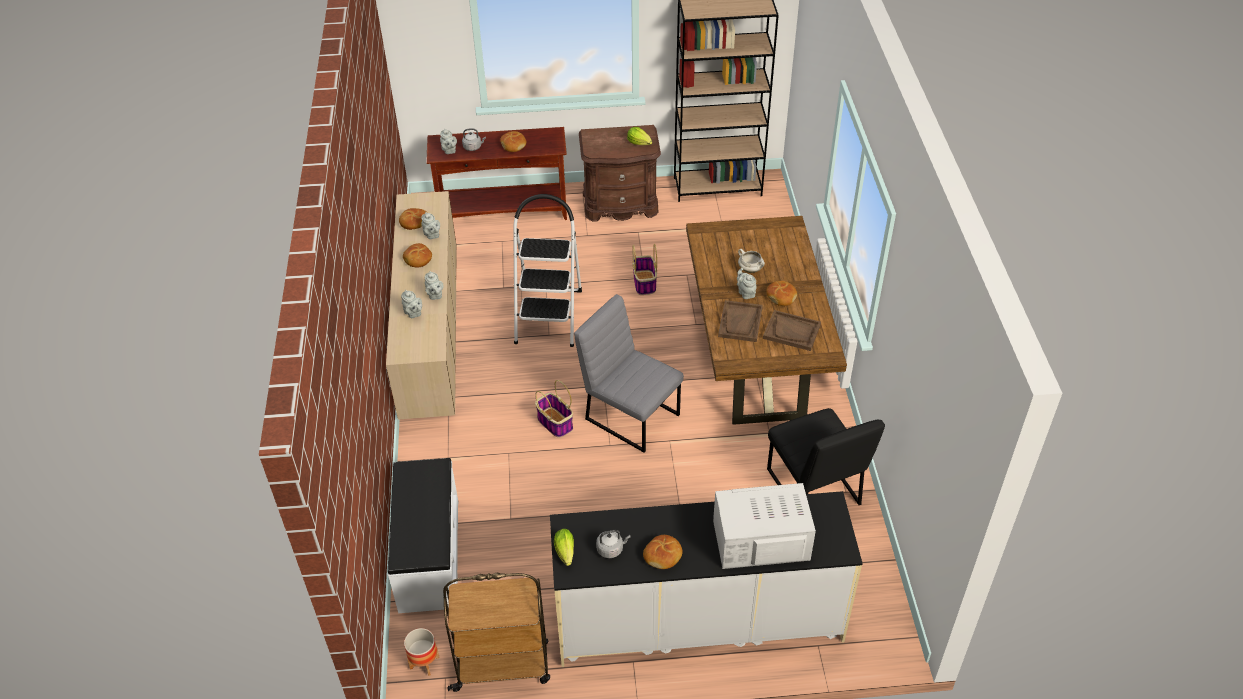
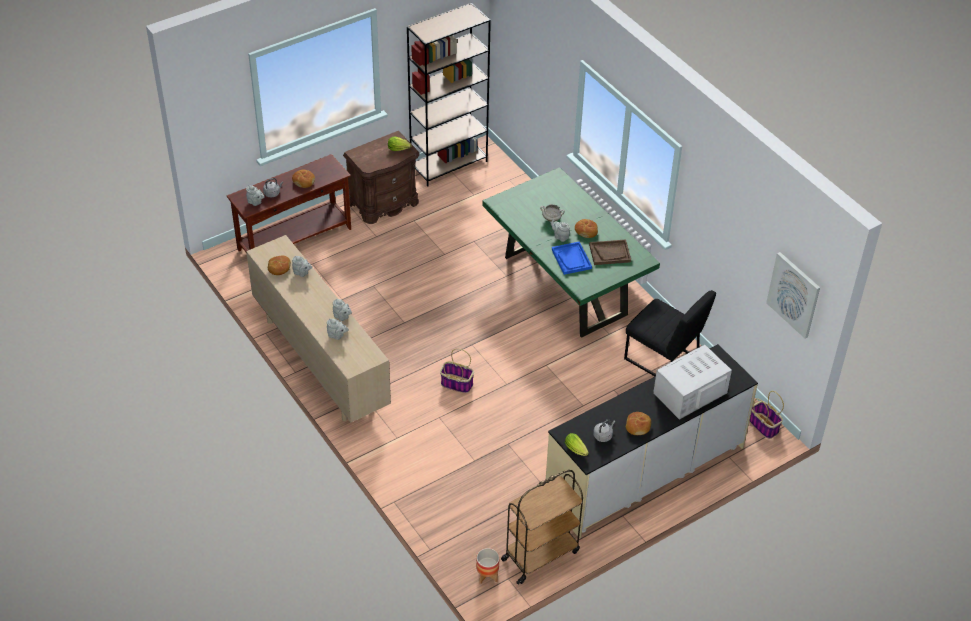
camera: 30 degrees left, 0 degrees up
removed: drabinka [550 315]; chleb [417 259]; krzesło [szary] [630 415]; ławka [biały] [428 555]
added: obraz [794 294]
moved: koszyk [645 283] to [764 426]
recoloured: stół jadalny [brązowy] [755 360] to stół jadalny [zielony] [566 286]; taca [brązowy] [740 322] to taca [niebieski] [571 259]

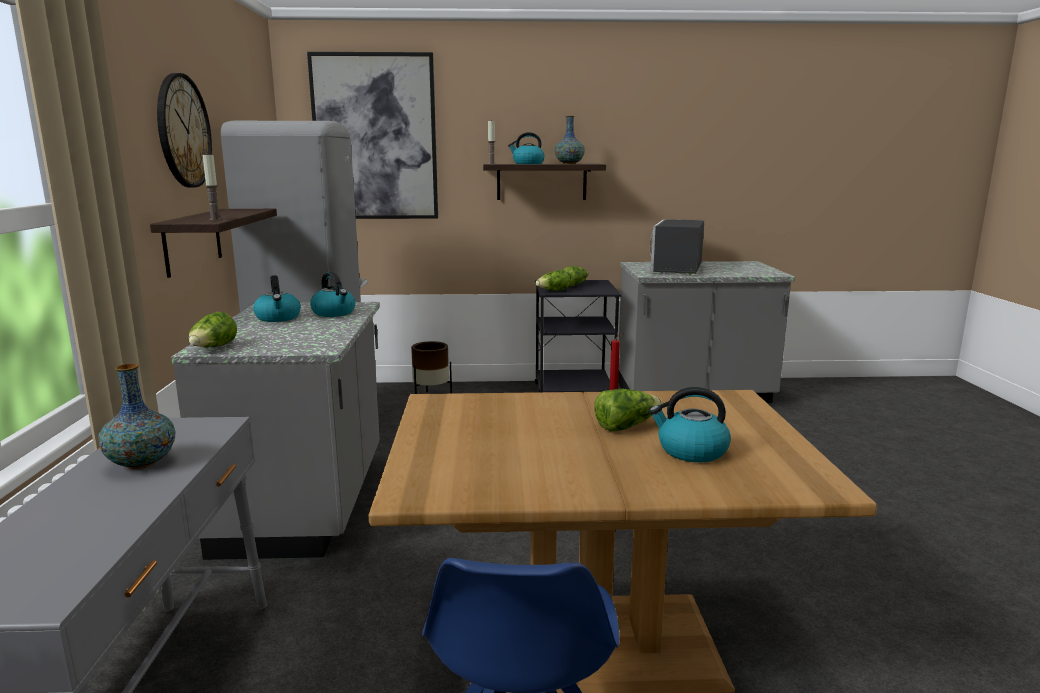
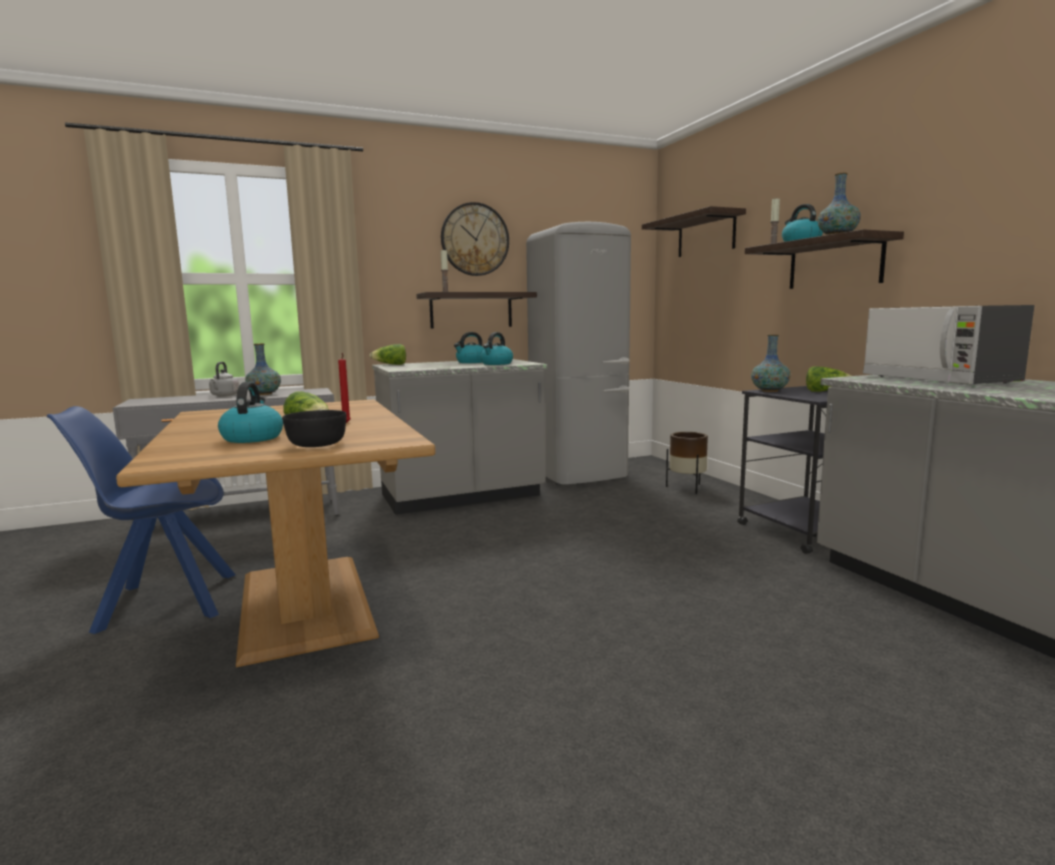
camera: 70 degrees right, 5 degrees down
added: czajnik [szary] [224 395]; miska [czarny] [317 443]
replaced: obraz [375 138] to półka [706 235]; sałata [553 291] to wazon [769 391]
turned: mikrofalówka [677 268] = [938 380] 105 degrees counterclockwise

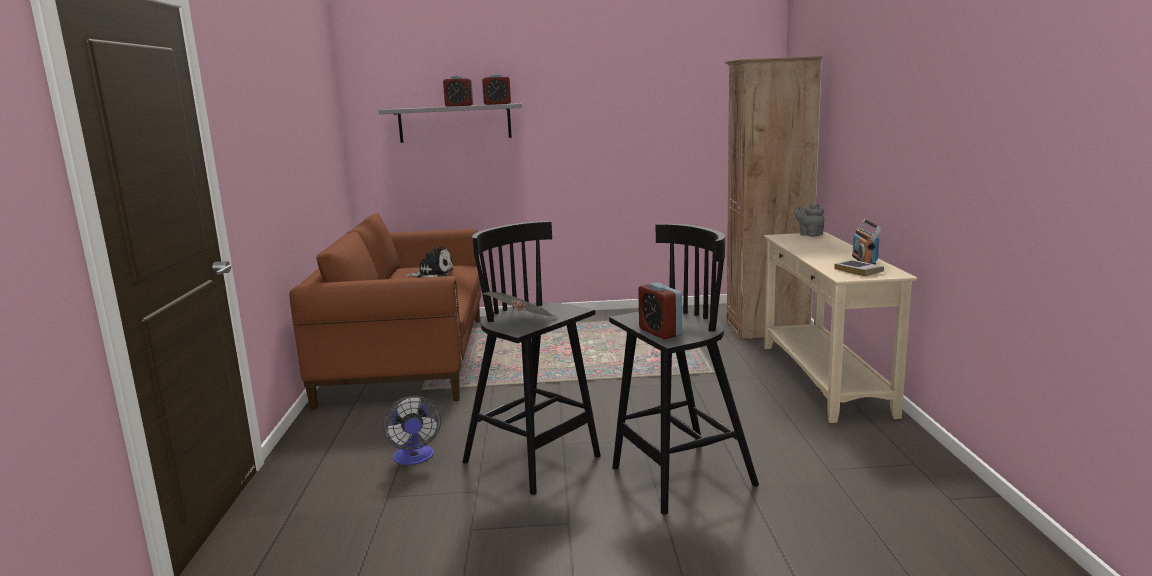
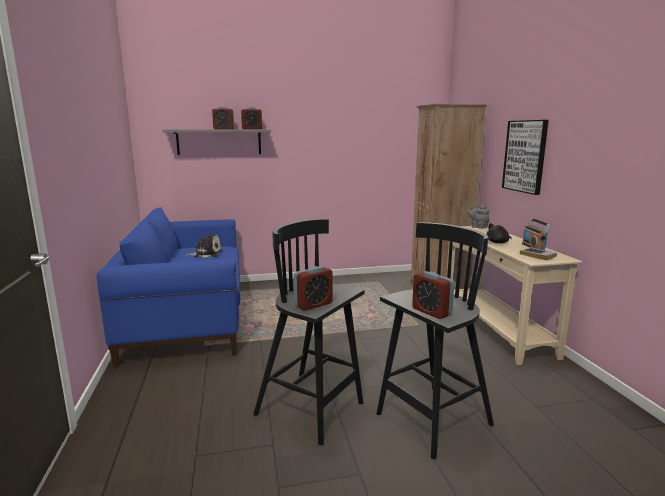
camera: 10 degrees left, 0 degrees up
removed: wentylator [414 458]
added: obraz [525 156]; pluszak [czarny] [498 242]
replaced: gazeta [523 324] to budzik [313 304]
recoloured: kanapa [brązowy] [408 358] to kanapa [niebieski] [188 318]

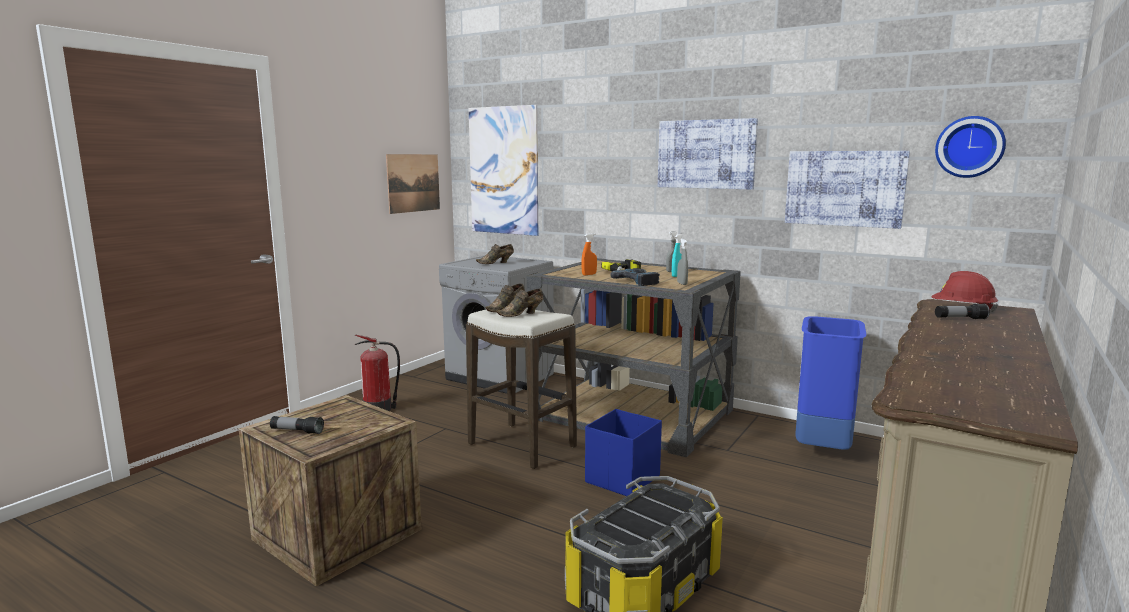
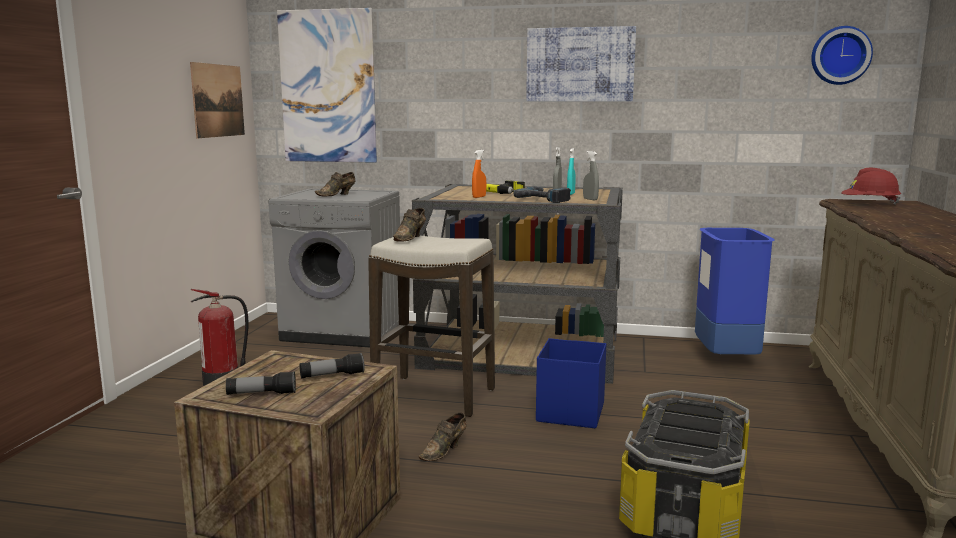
camera: 20 degrees left, 0 degrees up
removed: obraz [844 188]
moved: but [brązowy] [522 314] to [445 451]; latarka [960 319] to [332 376]

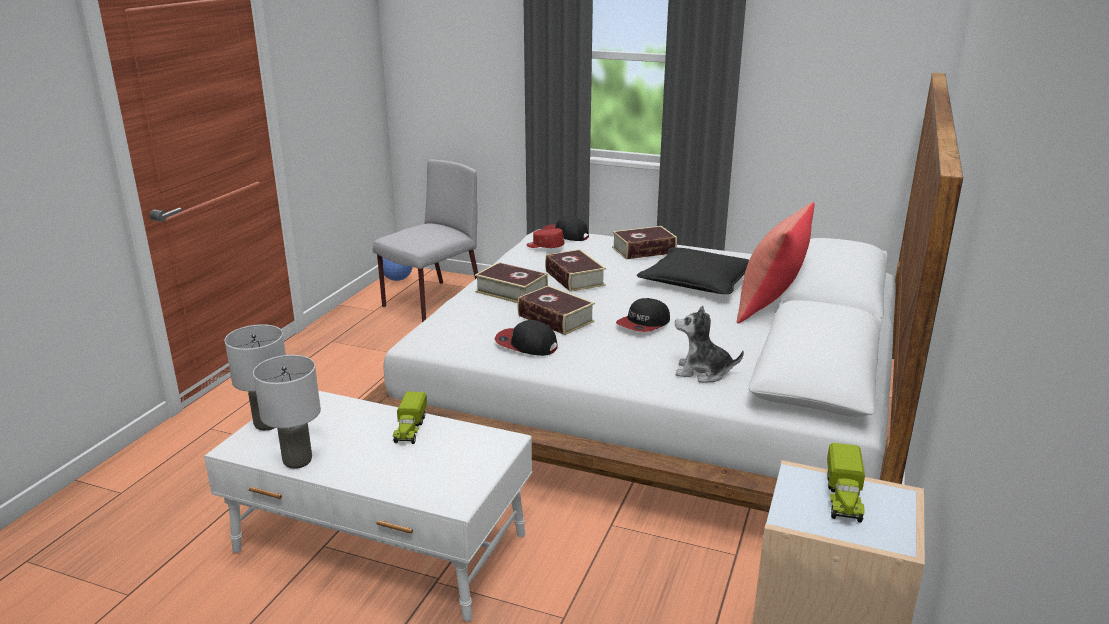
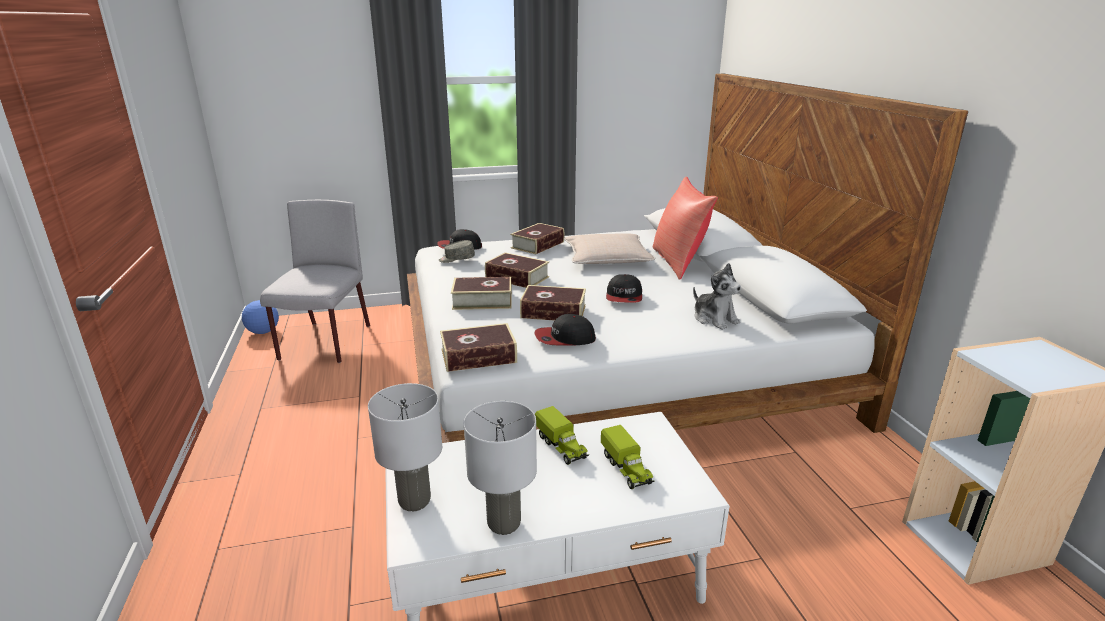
camera: 35 degrees left, 0 degrees up
added: książka [478 356]
moved: ciężarówka zabawkowa [843 498] to [626 469]
recoloured: czapka z daszkiem [czerwony] [545 246] to czapka z daszkiem [szary] [456 259]; poduszka [czarny] [697 280] to poduszka [beżowy] [607 257]
turned: pluszak [702 372] = [714 319] 105 degrees counterclockwise

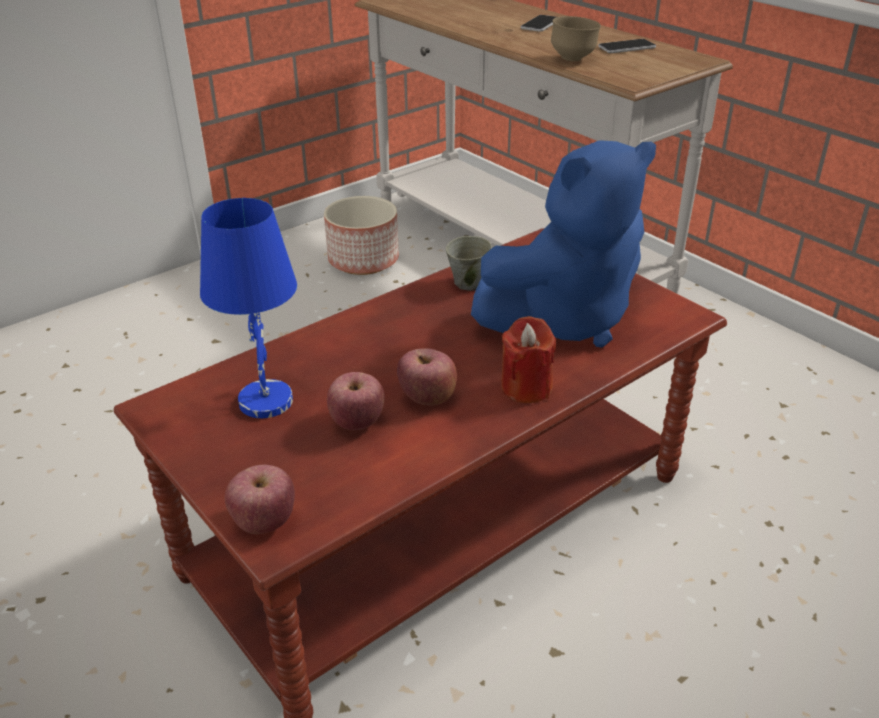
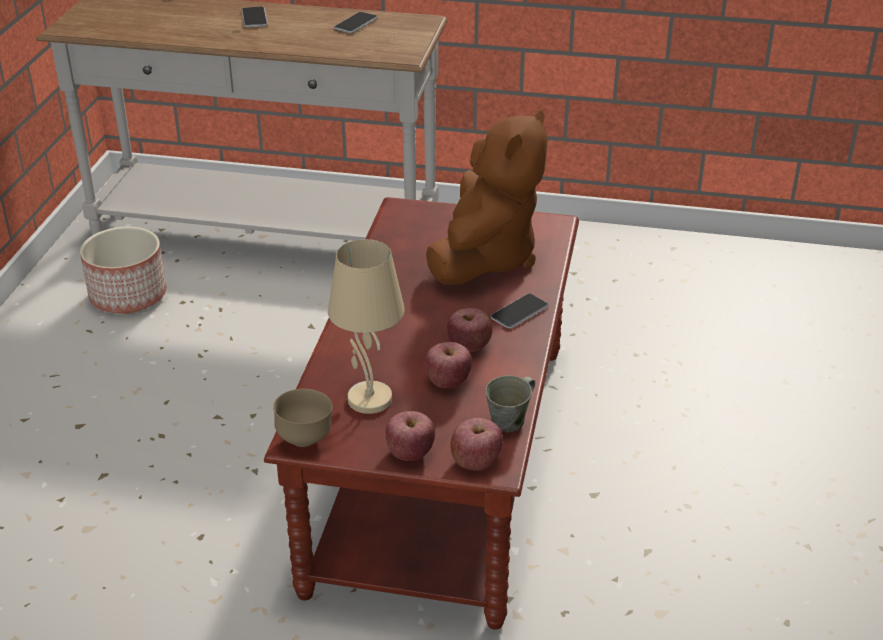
camera: 40 degrees left, 0 degrees up
added: jabłko [410 453]
moved: miska [brązowy] [573 59] to [305 439]; kubek [szary] [472 283] to [509 421]
replaced: świeca [czerwony] [526 388] to telefon [519 312]
recoloured: pluszak [niebieski] [564 319] to pluszak [brązowy] [485 258]; lampa stołowa [niebieski] [265 400] to lampa stołowa [beżowy] [368 399]

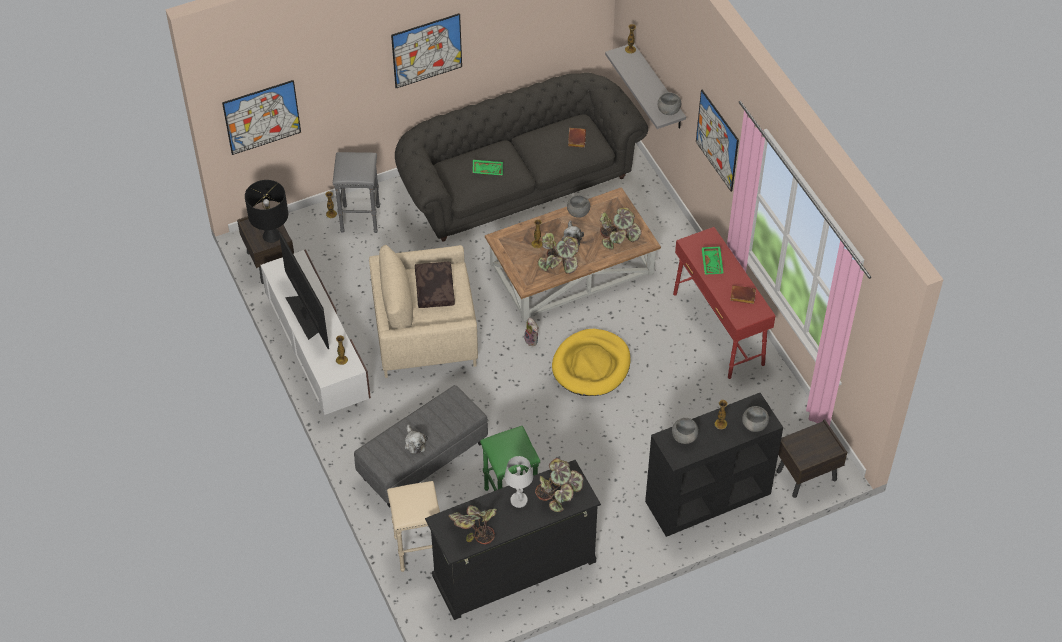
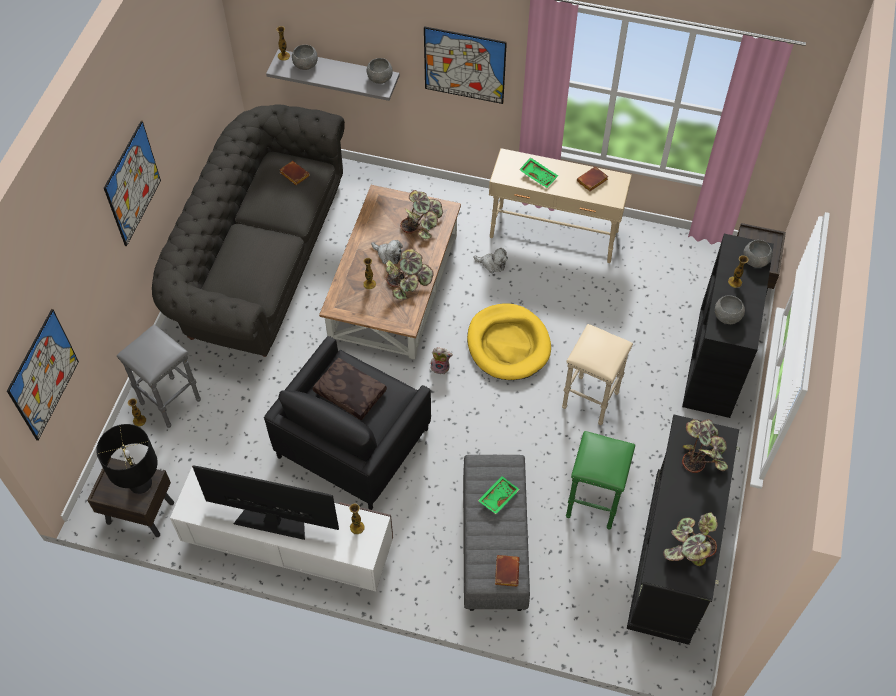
camera: 50 degrees left, 5 degrees up
removed: lampa stołowa [biały] [518 500]
added: książka [brązowy] [506 571]
moved: taca [zielony] [487 170] to [498 497]; miska [szary] [578 212] to [306 64]; pluszak [414 443] to [492 264]; stołek [beżowy] [417 551] to [591 401]
recoloured: stolik konsolowy [czerwony] [717 329] to stolik konsolowy [beżowy] [553 235]; fotel [beżowy] [425 333] to fotel [czarny] [352 442]

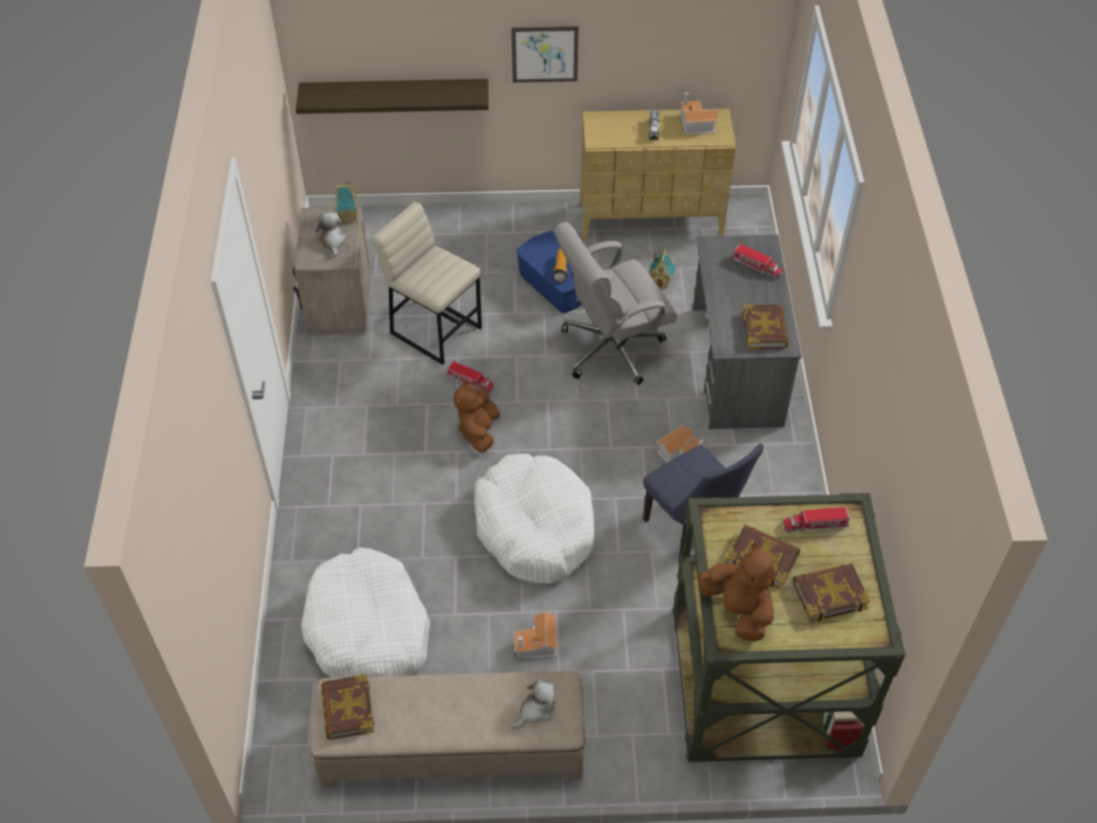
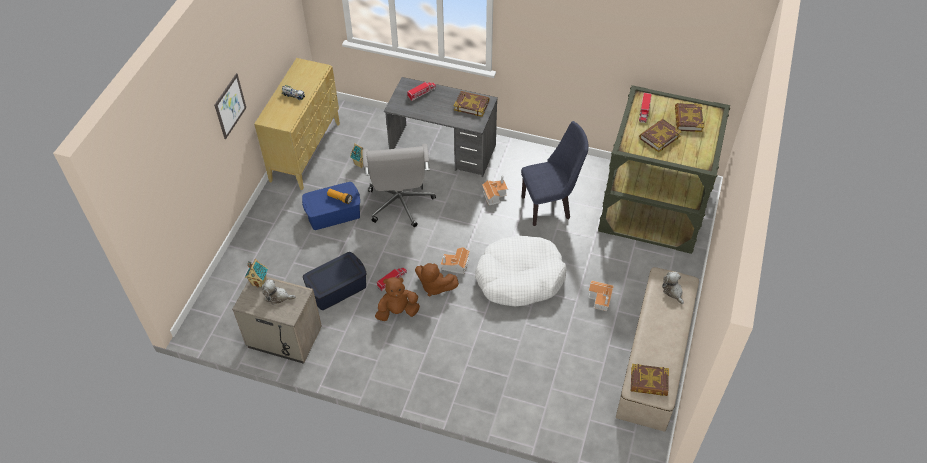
camera: 70 degrees left, 0 degrees up
removed: półka [395 94]; legowisko [biały] [368 630]
moved: domek [694 124] to [455 265]; pluszak [brązowy] [738 610] to [397 311]
replaced: krzesło [beżowy] [434 329] to pojemnik do przechowywania [niebieski] [337 289]

